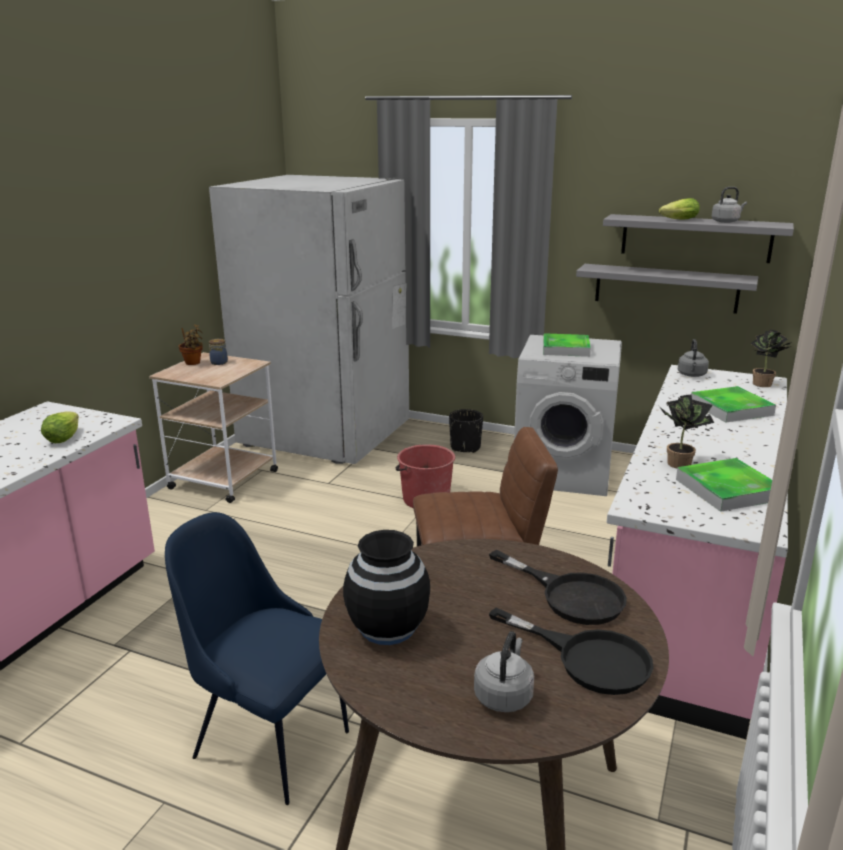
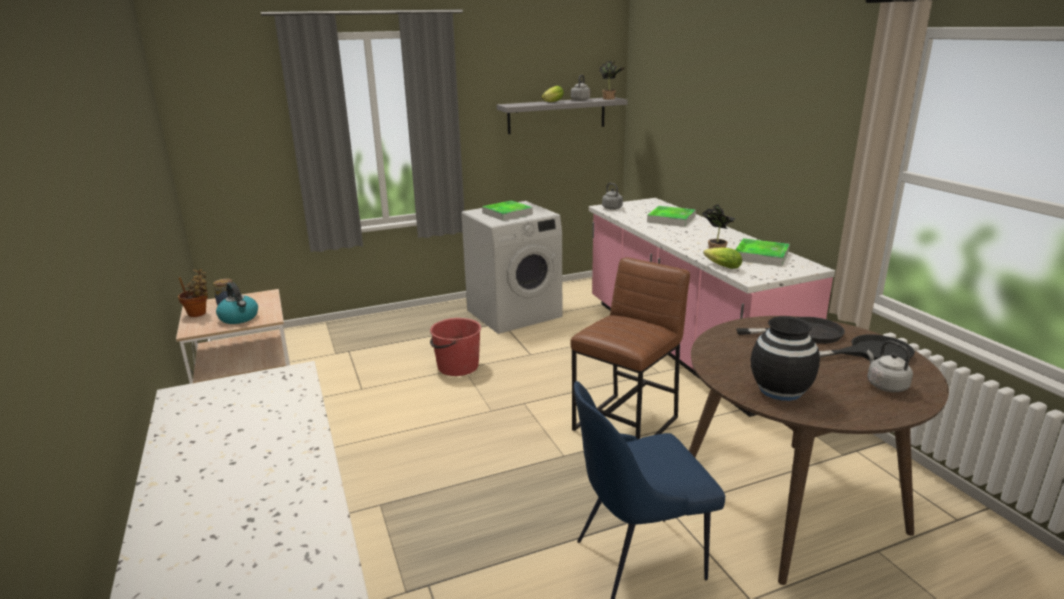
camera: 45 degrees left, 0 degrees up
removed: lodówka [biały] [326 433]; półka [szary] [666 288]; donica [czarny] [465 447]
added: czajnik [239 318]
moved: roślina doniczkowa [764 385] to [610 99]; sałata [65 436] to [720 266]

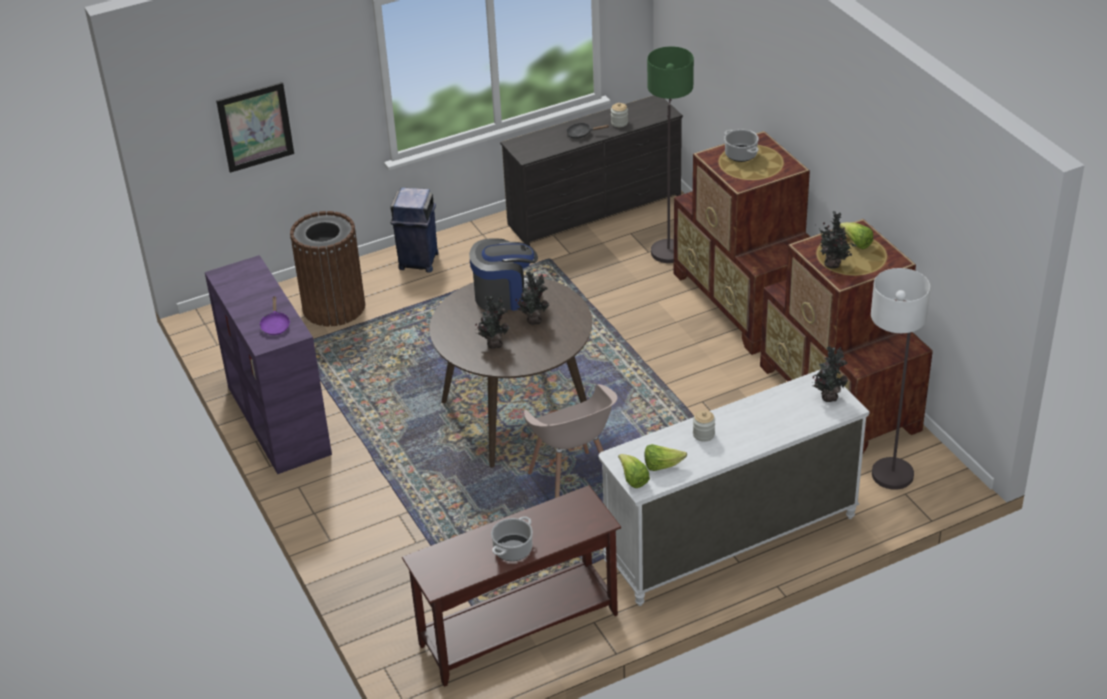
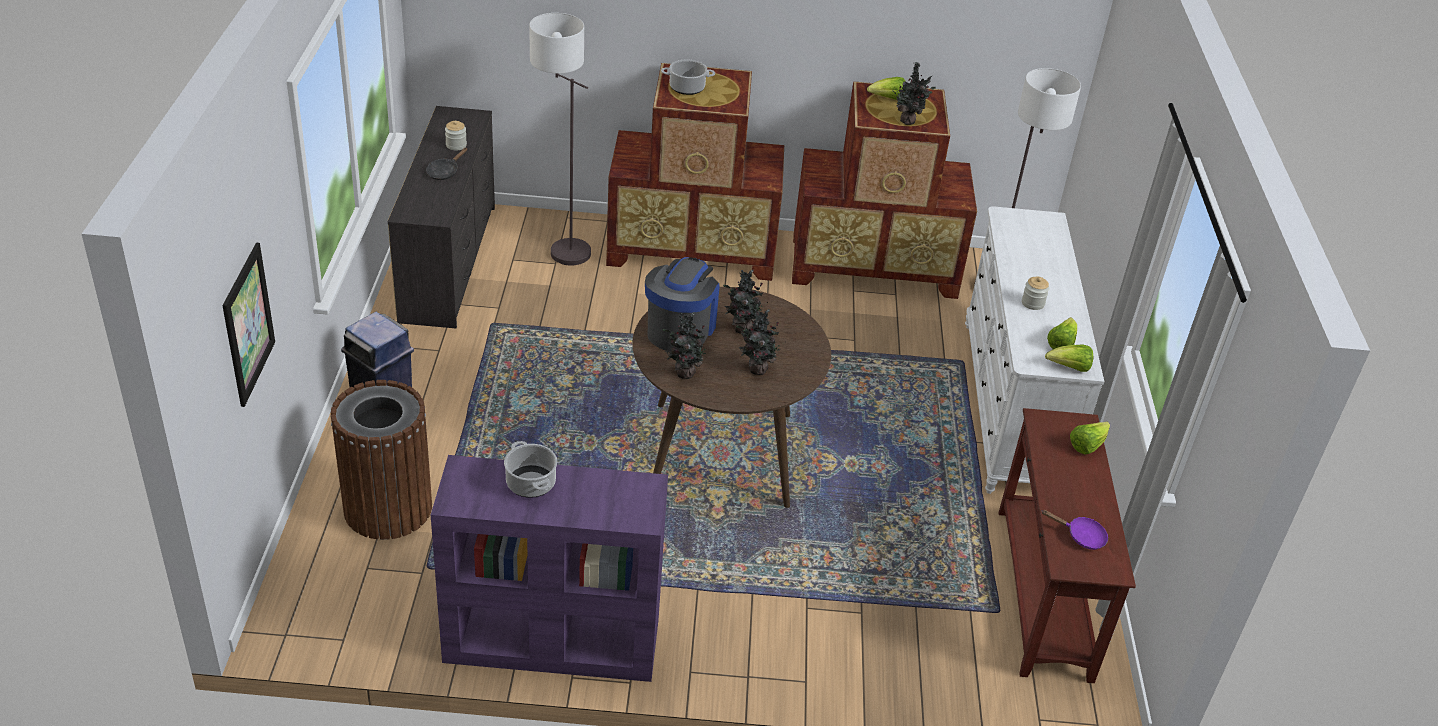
camera: 65 degrees left, 0 degrees up
removed: krzesło [beżowy] [573 483]
added: sałata [1087 445]
moved: patelnia [fioletowy] [275 325] to [1081 536]; roślina doniczkowa [828 396] to [683 373]; garnek [513 550] to [531 483]
recoloured: lampa stojąca [zielony] [669 246] to lampa stojąca [biały] [561 249]

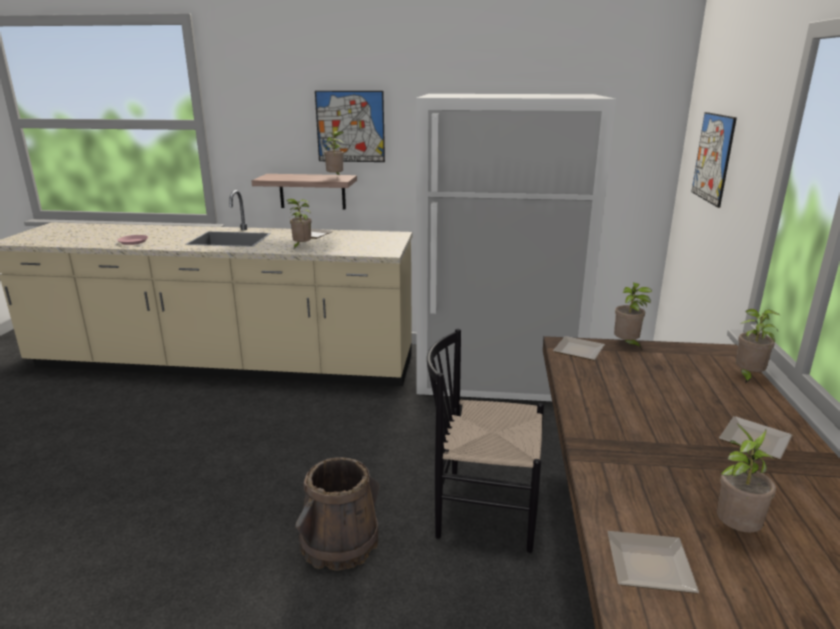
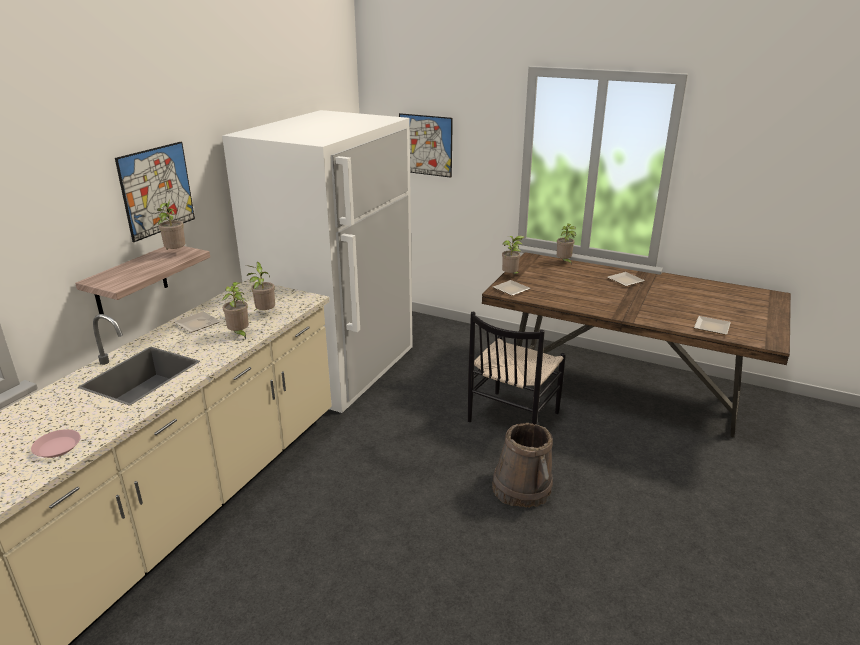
camera: 70 degrees left, 5 degrees up
moved: roślina doniczkowa [734 530] to [264 313]

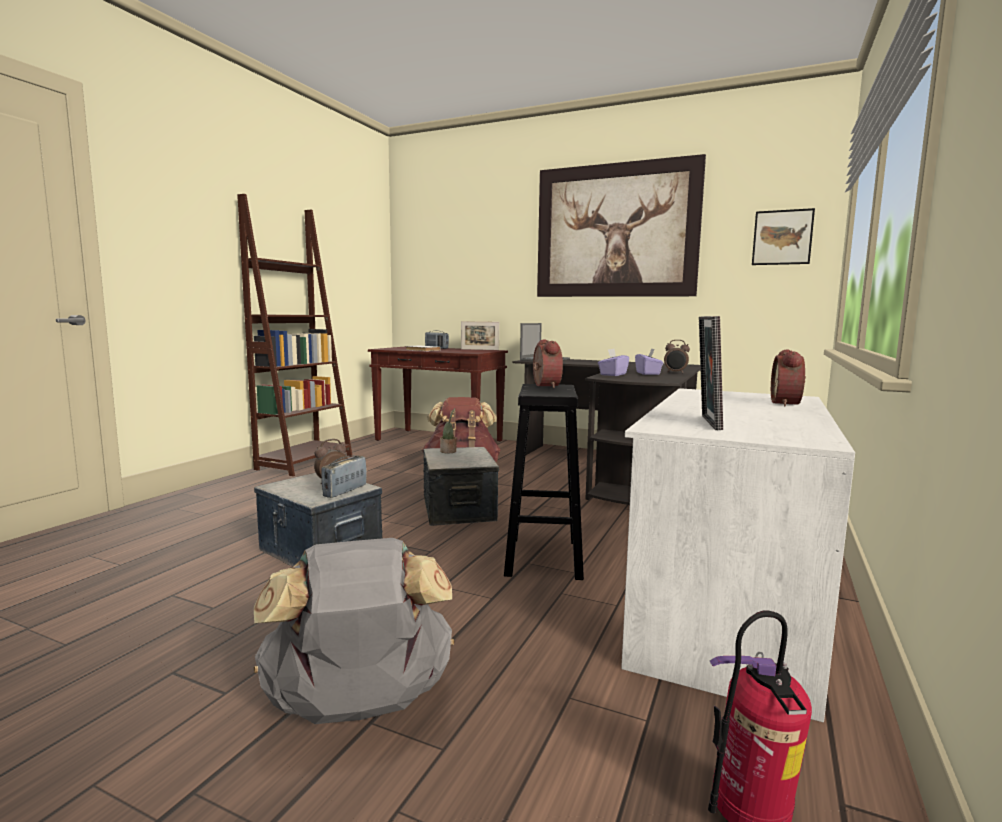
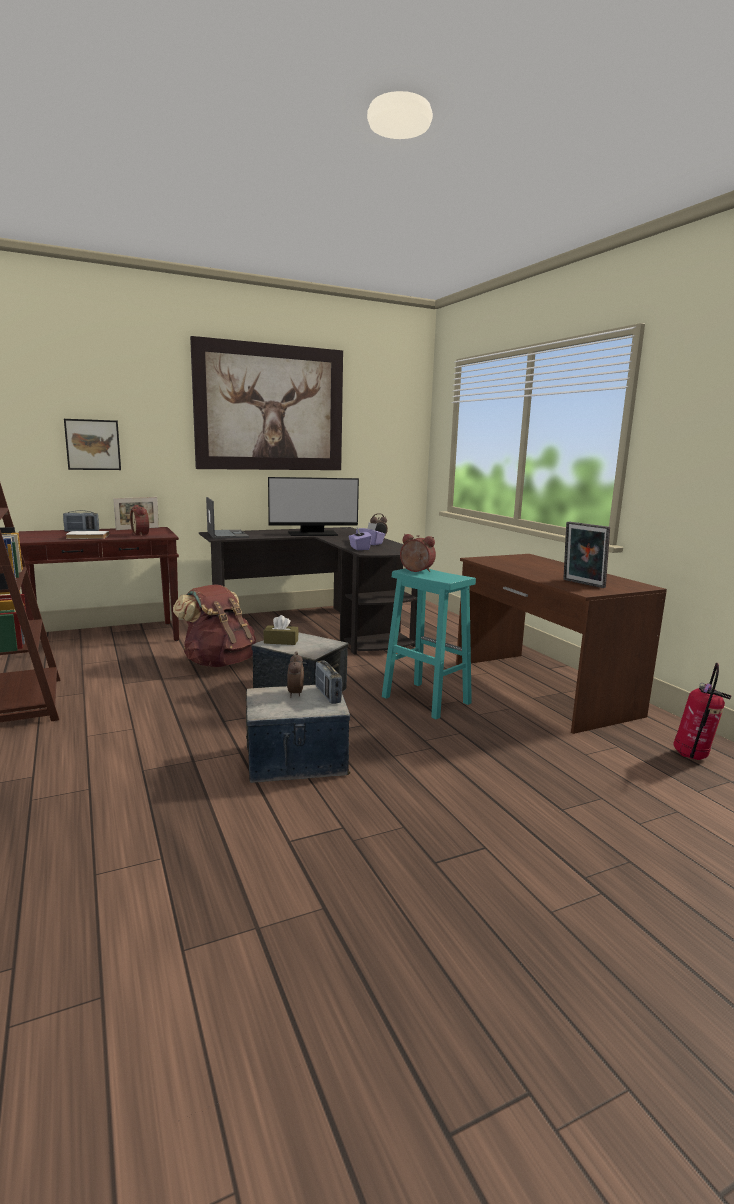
camera: 50 degrees left, 5 degrees up
removed: plecak [szary] [359 708]
added: monitor [313 534]
moved: obraz [782 237] to [93 445]; budzik [788 404] to [142 534]
replaced: roślina doniczkowa [449 451] to pudełko chusteczek [brązowy] [281 641]
recoloured: stołek [czarny] [543 557] to stołek [turkusowy] [424 699]; biurko [biały] [724 605] to biurko [brązowy] [540 688]

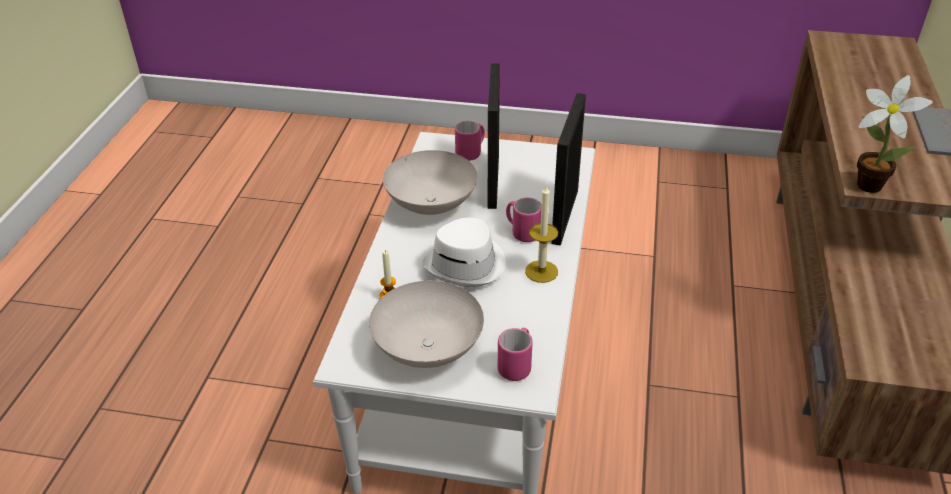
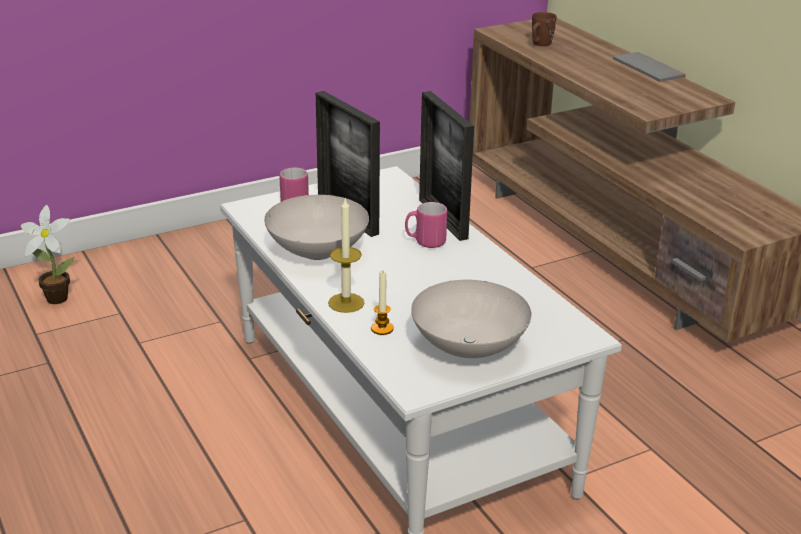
camera: 40 degrees left, 10 degrees down
removed: kapelusz [biały] [467 265]; kubek [różowy] [516 365]
added: kubek [brązowy] [540 44]
moved: roślina doniczkowa [866 183] to [54 297]; świeca [541 271] to [346 303]

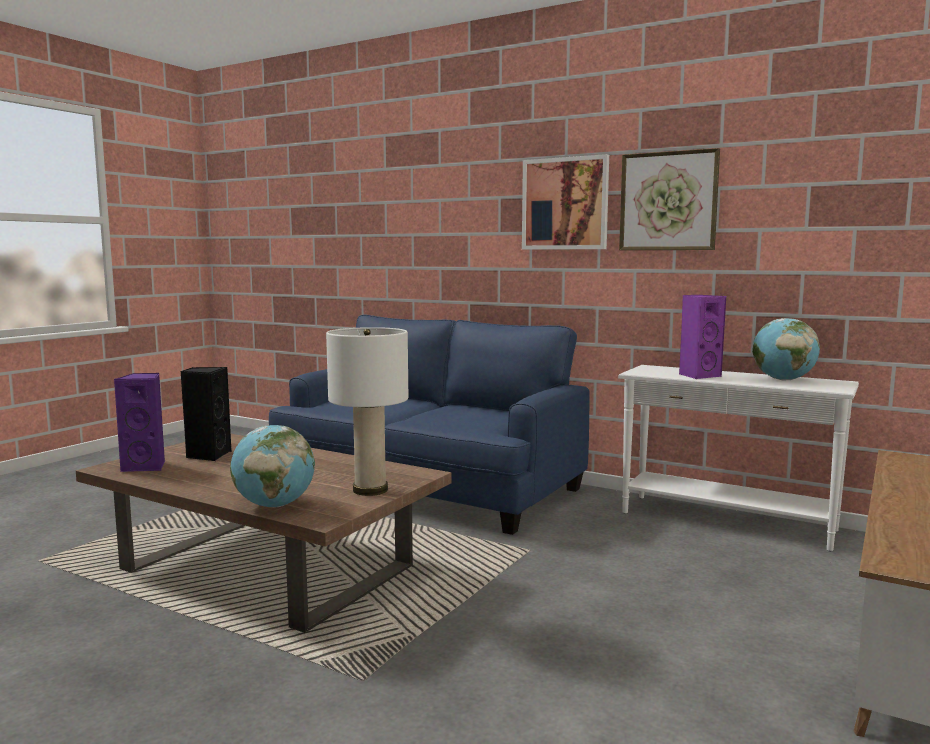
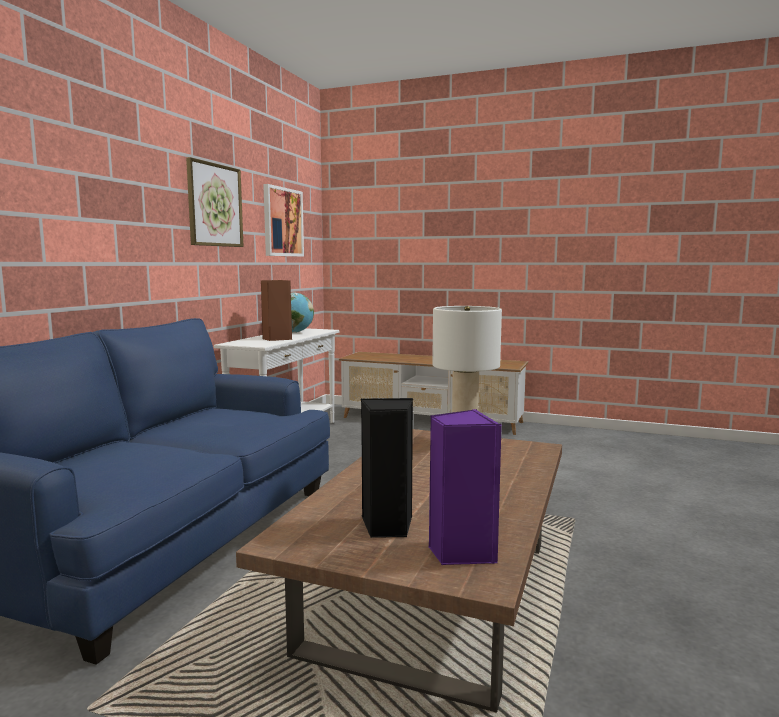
camera: 100 degrees left, 0 degrees up
removed: globus [274 505]
moved: obraz [565 204] to [282 222]
recoloured: głośnik [fioletowy] [698 375] to głośnik [brązowy] [276 339]

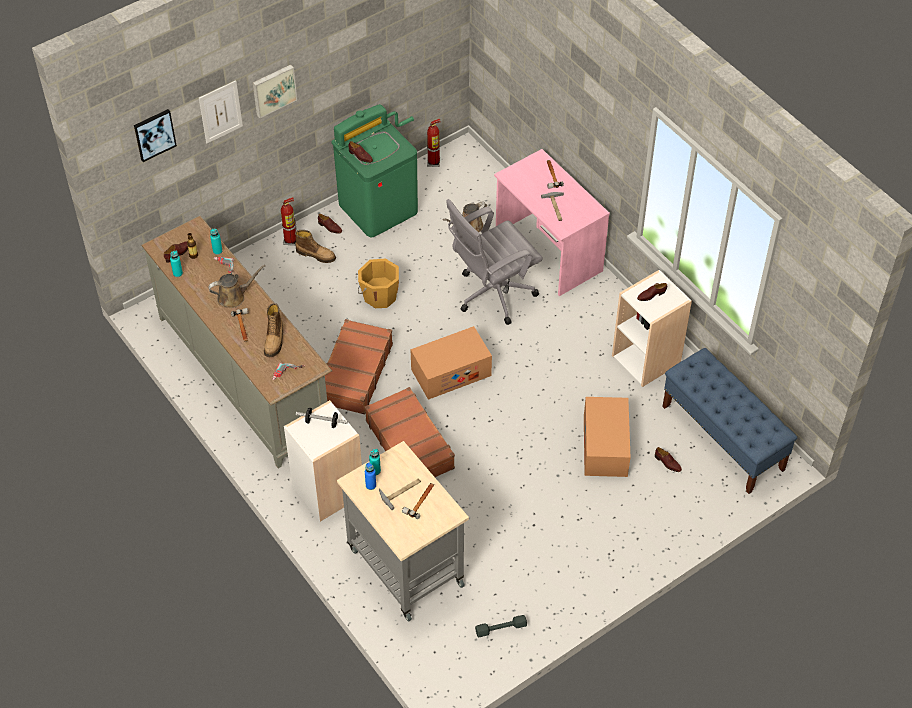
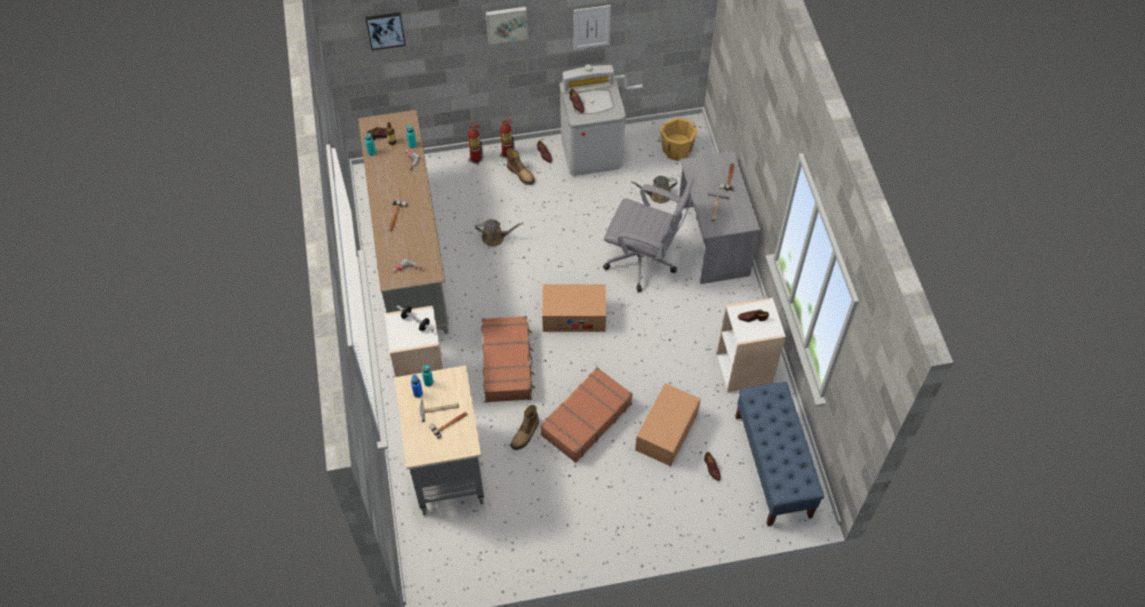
camera: 25 degrees right, 5 degrees up
removed: hantel [szary] [501 628]
moved: obraz [220 111] to [591 27]; gaśnica [434 162] to [476 159]; wiadro [pomarańczowy] [379 295] to [676 149]; konewka [brązowy] [234 297] to [495 237]; but z cholewką [274 340] to [525 434]; walizka [brązowy] [354 373] to [585 419]
recoloured: pralka [zielony] [379 208] to pralka [szary] [593 152]; biurko [różowy] [547 252] to biurko [szary] [711 241]
turned: krzesło biurowe [szary] [492 295] = [644 262] 150 degrees counterclockwise

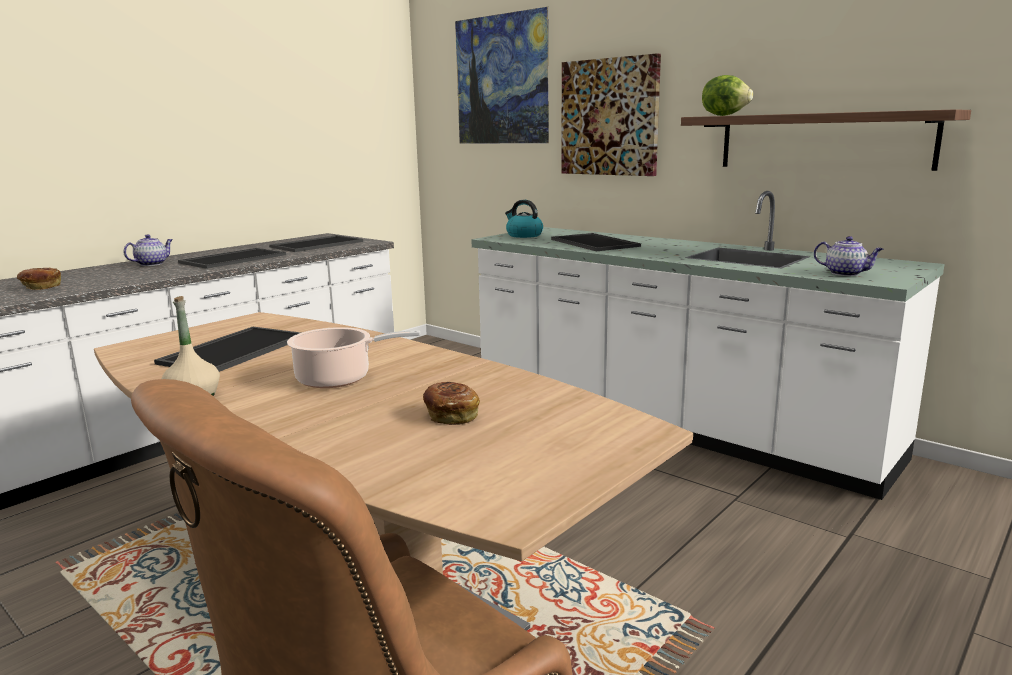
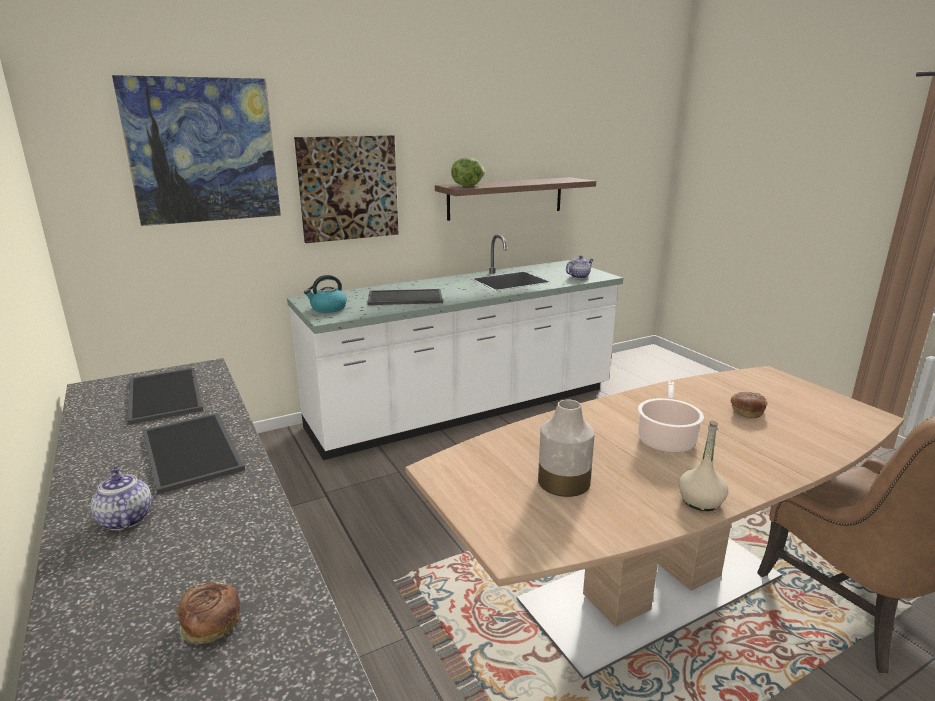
camera: 70 degrees left, 5 degrees up
replaced: taca [235 350] to wazon [beżowy] [564 481]

